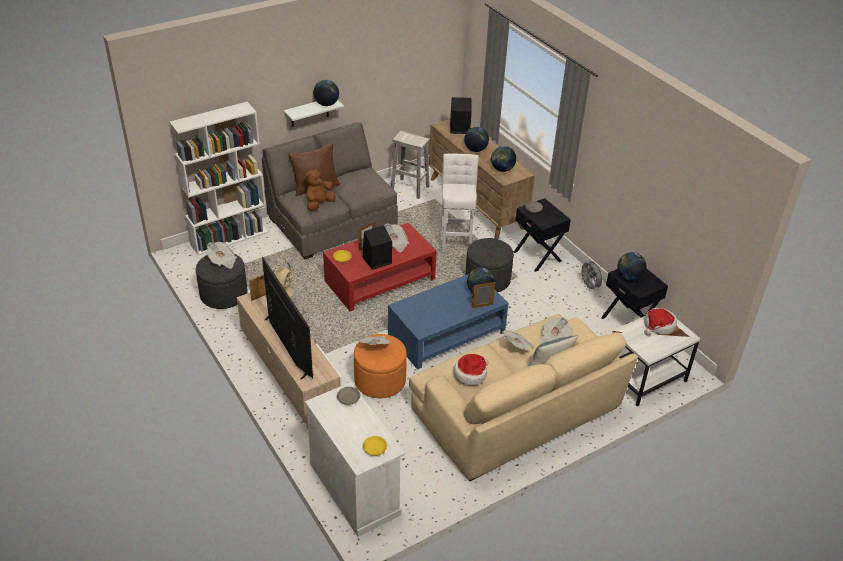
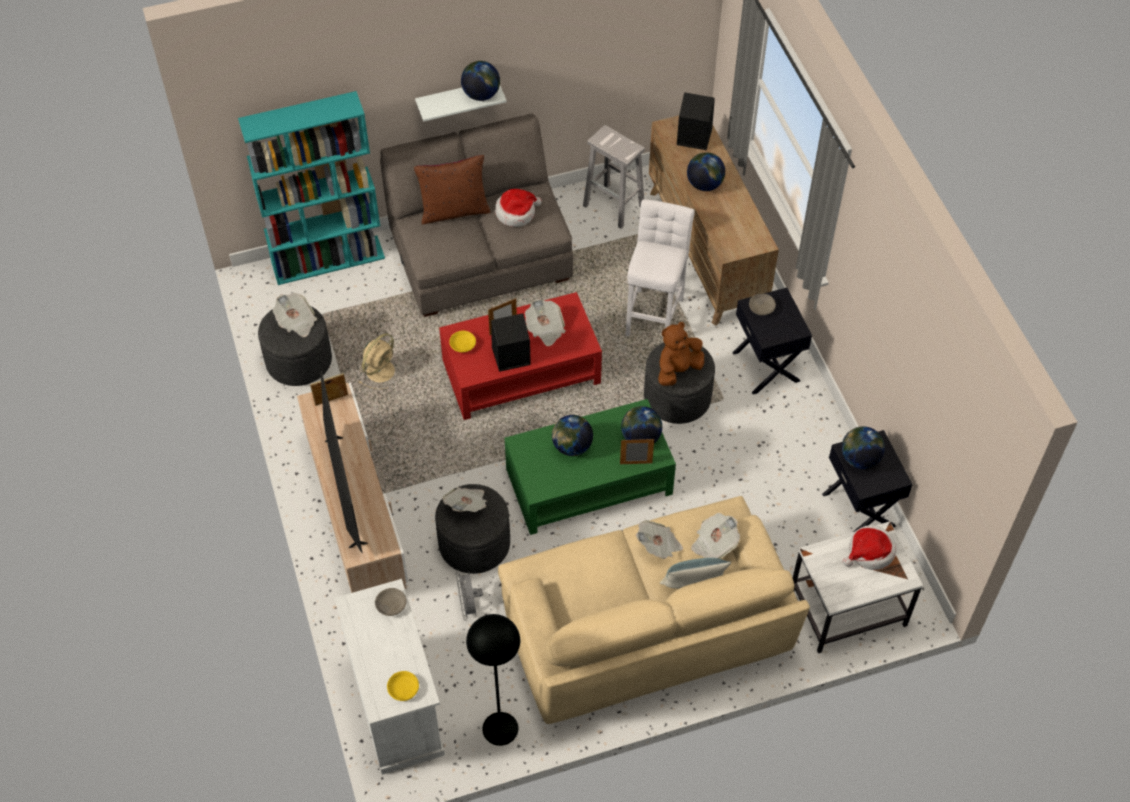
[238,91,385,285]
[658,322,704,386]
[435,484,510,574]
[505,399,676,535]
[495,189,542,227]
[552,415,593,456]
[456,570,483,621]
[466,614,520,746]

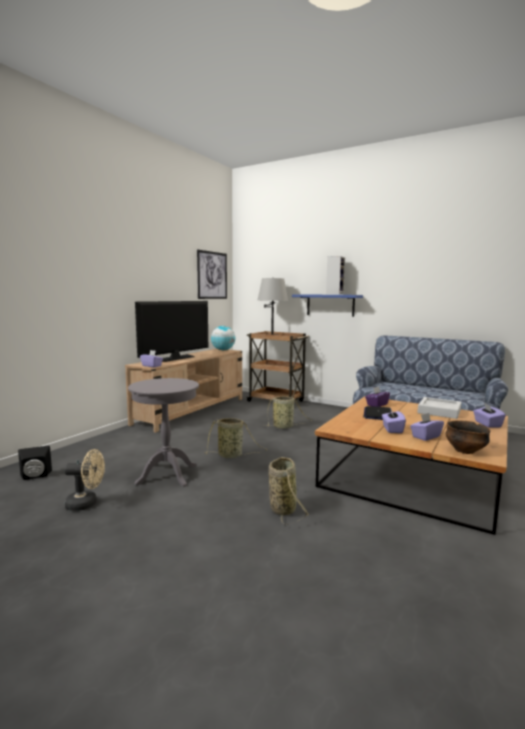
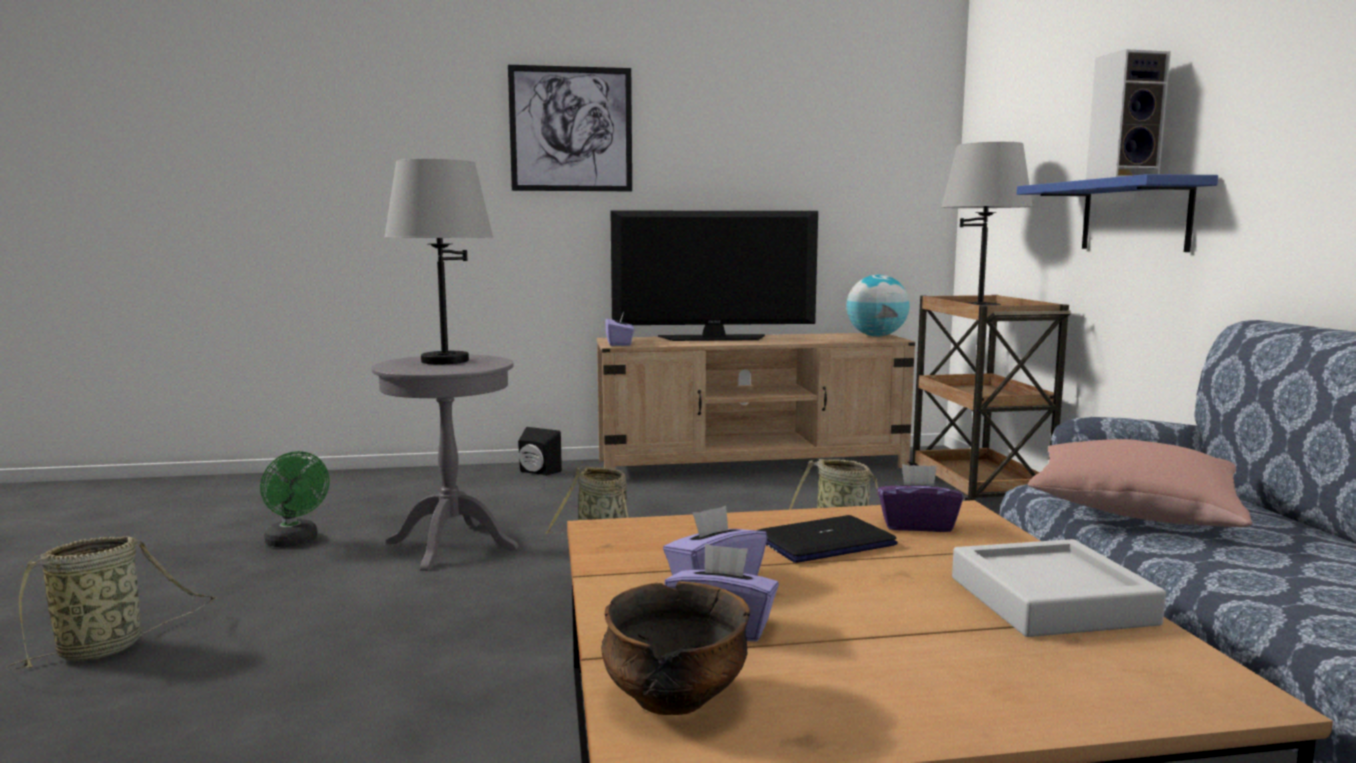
[518,427,562,476]
[260,451,330,547]
[508,65,632,191]
[5,536,216,670]
[473,403,506,428] (first image)
[384,159,493,365]
[1028,439,1252,527]

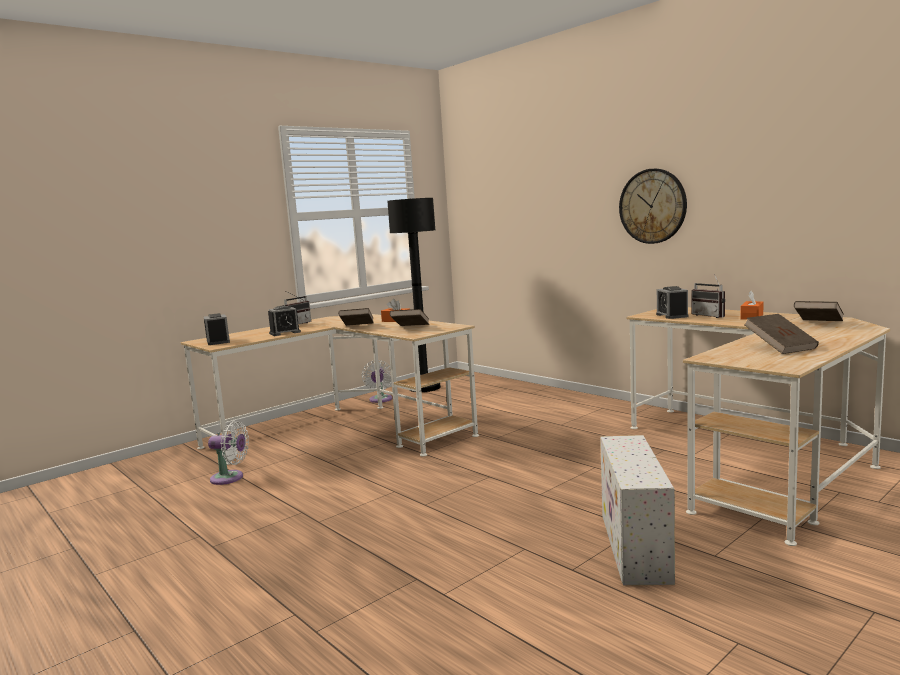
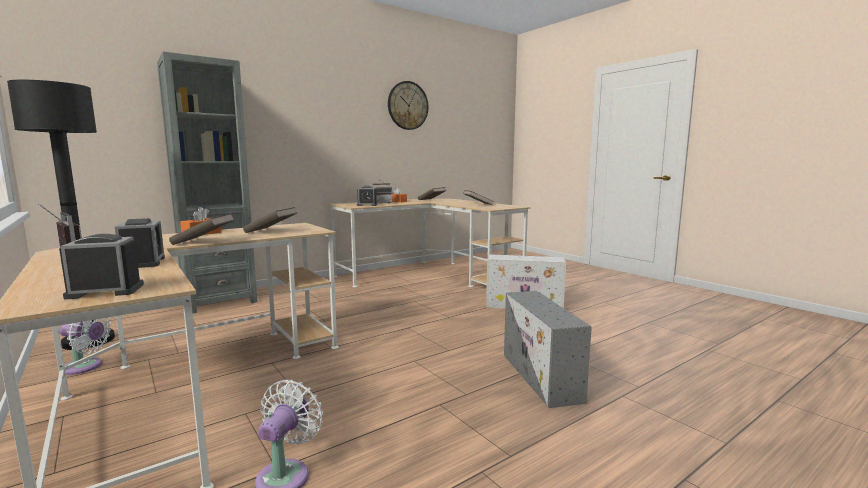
[388,81,428,130]
[157,51,257,313]
[504,291,592,408]

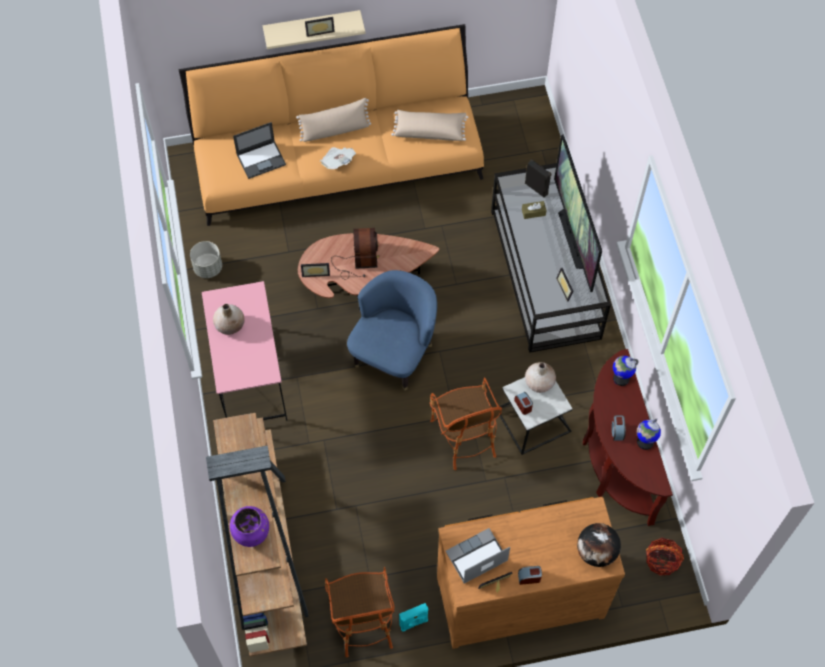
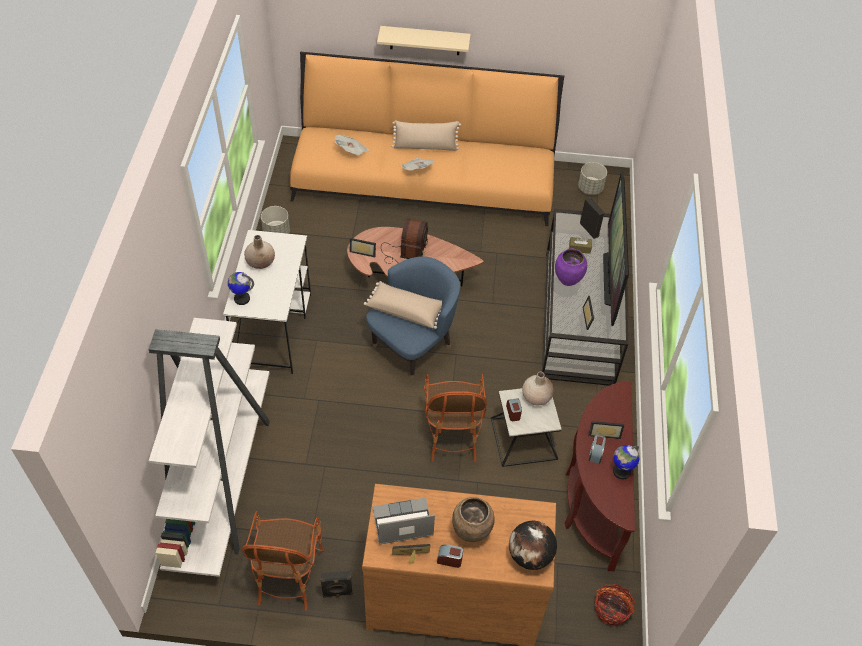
[223,230,311,374]
[148,318,270,577]
[555,248,587,286]
[334,134,370,155]
[589,421,625,439]
[364,281,442,329]
[320,570,353,598]
[228,272,254,305]
[452,497,495,542]
[578,162,607,195]

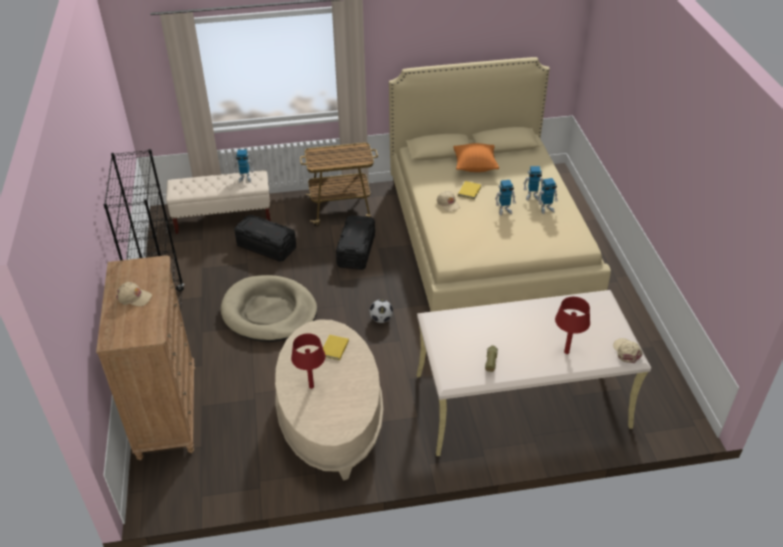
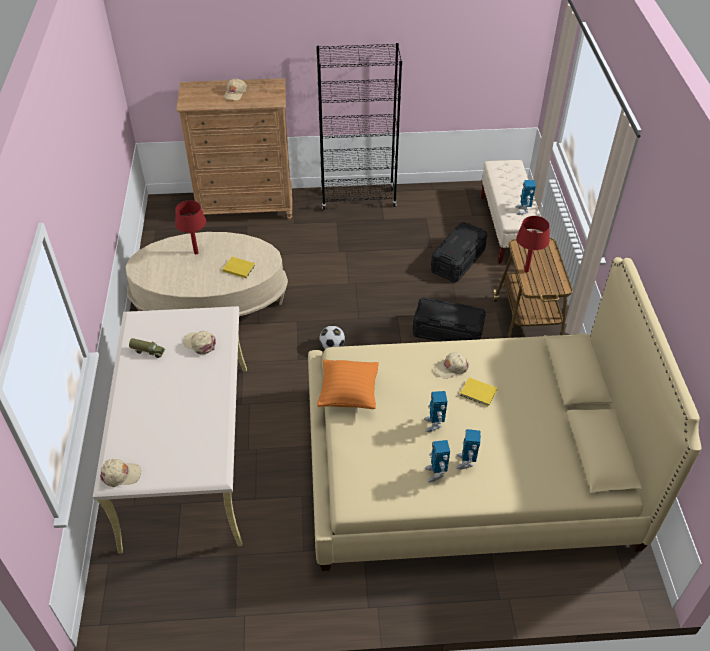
[221,275,317,342] (first image)
[317,359,379,409]
[516,216,550,273]
[183,331,216,354]

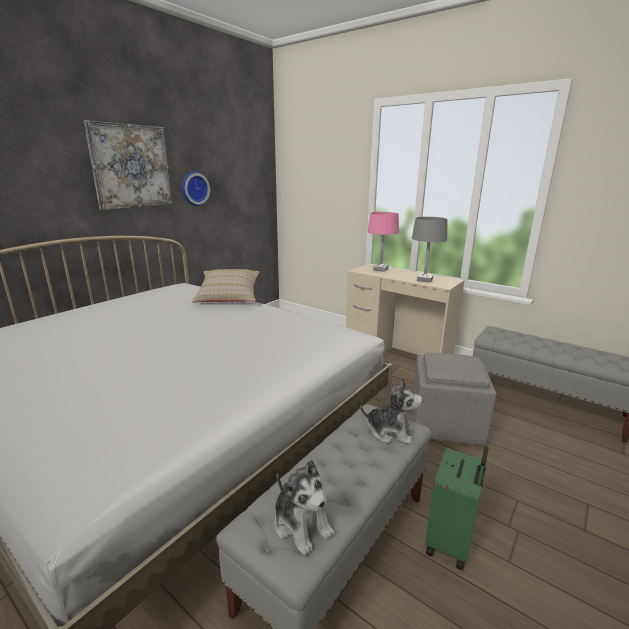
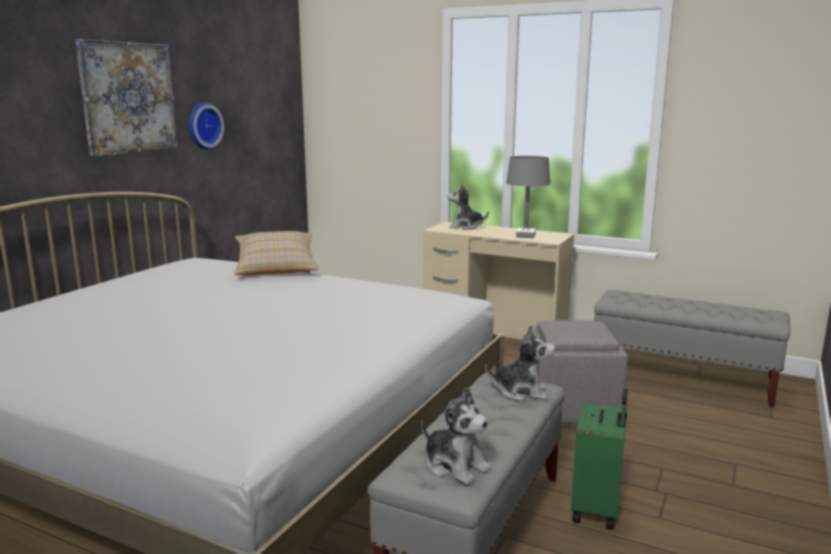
[448,184,489,230]

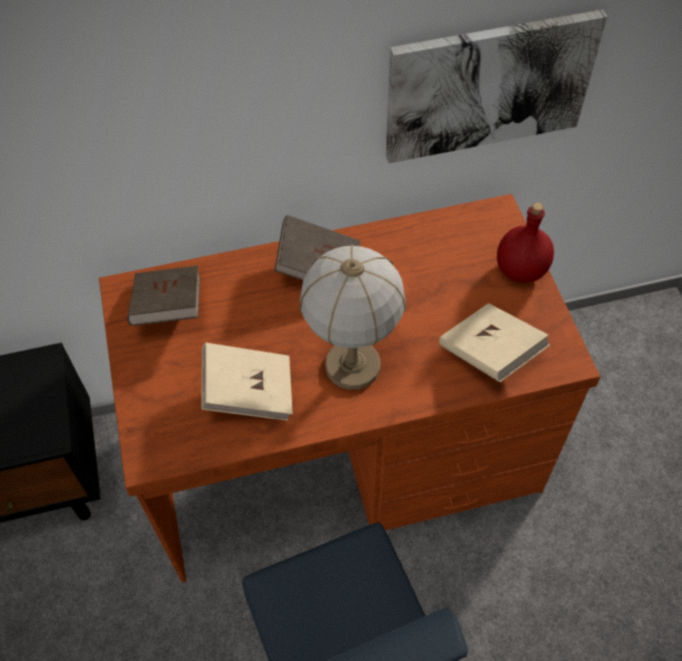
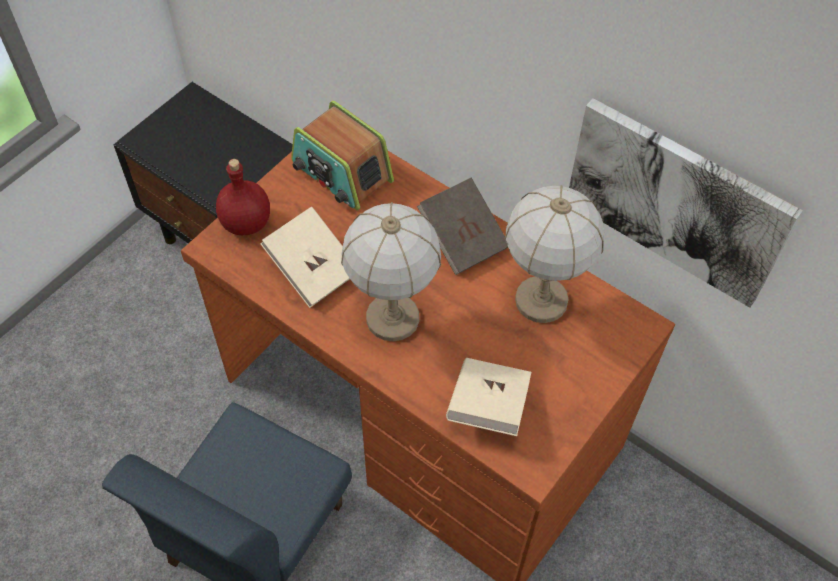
[291,101,394,211]
[216,159,270,235]
[505,185,604,323]

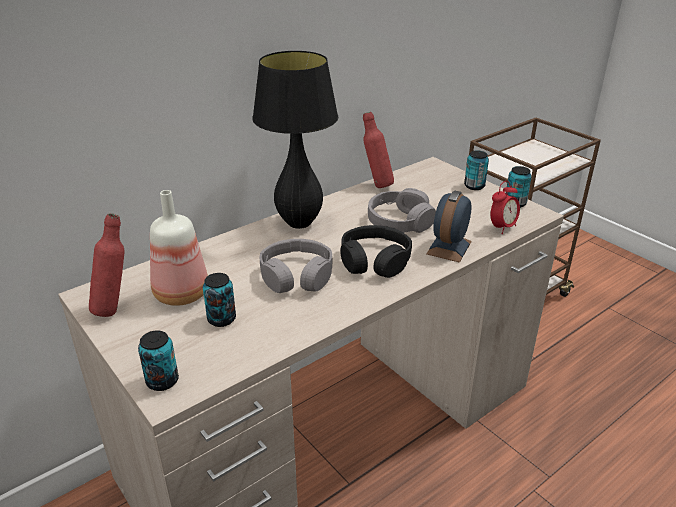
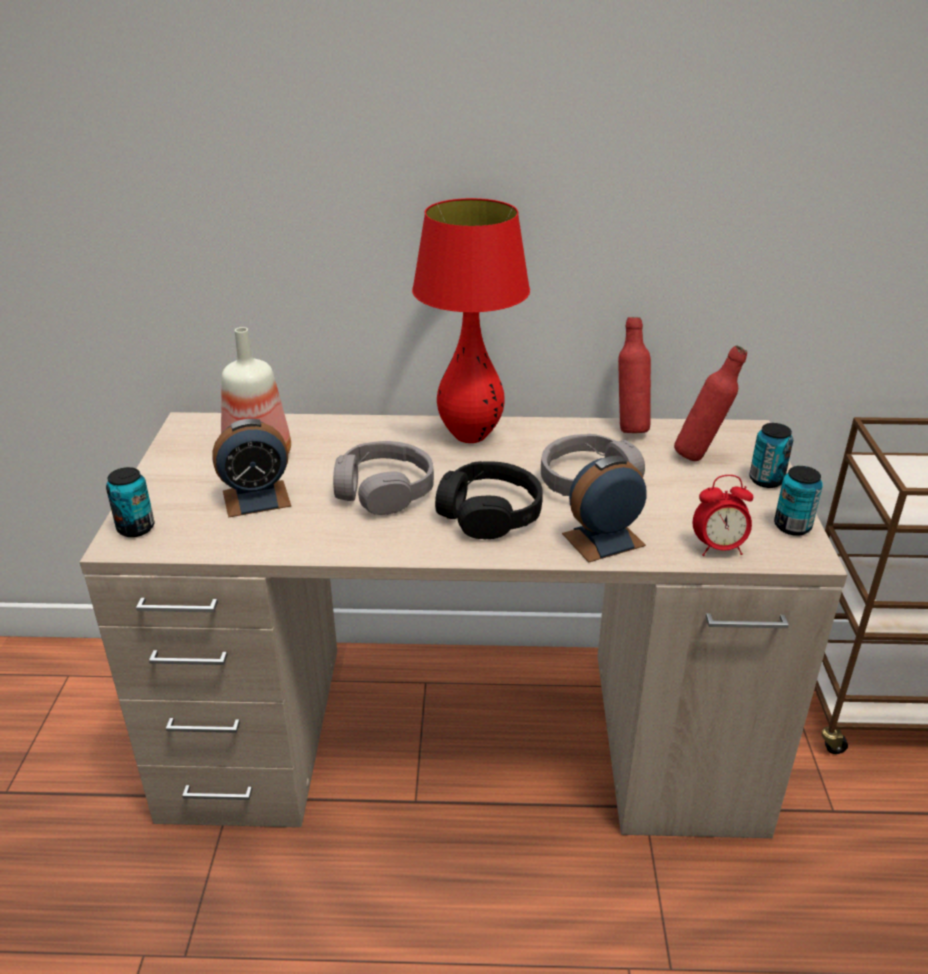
[674,345,747,461]
[212,419,291,518]
[412,198,530,443]

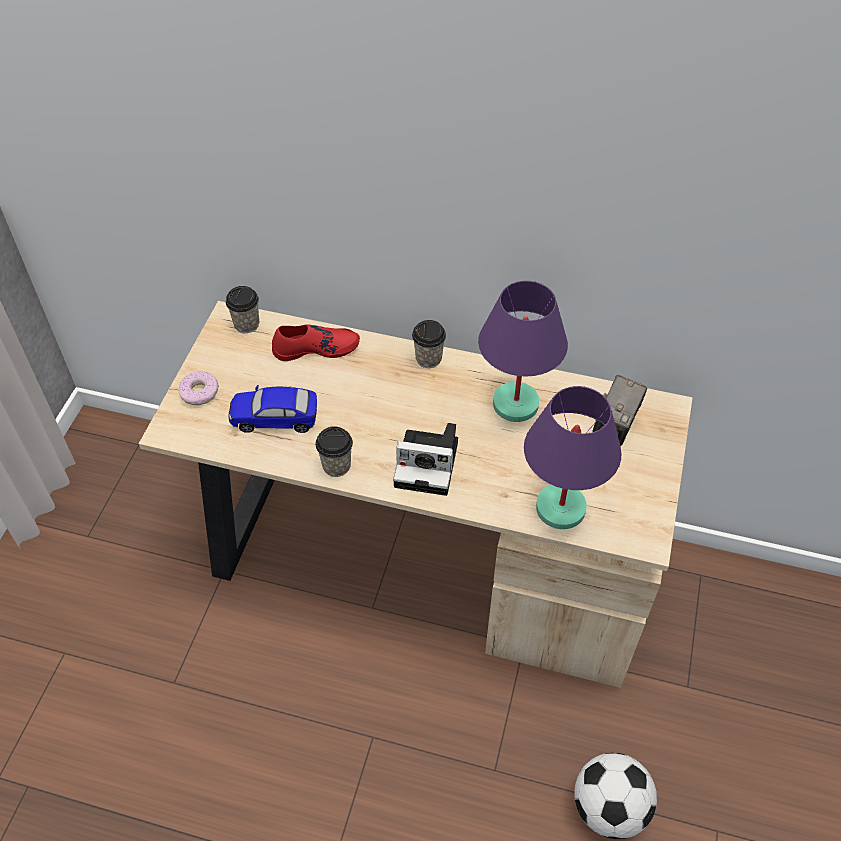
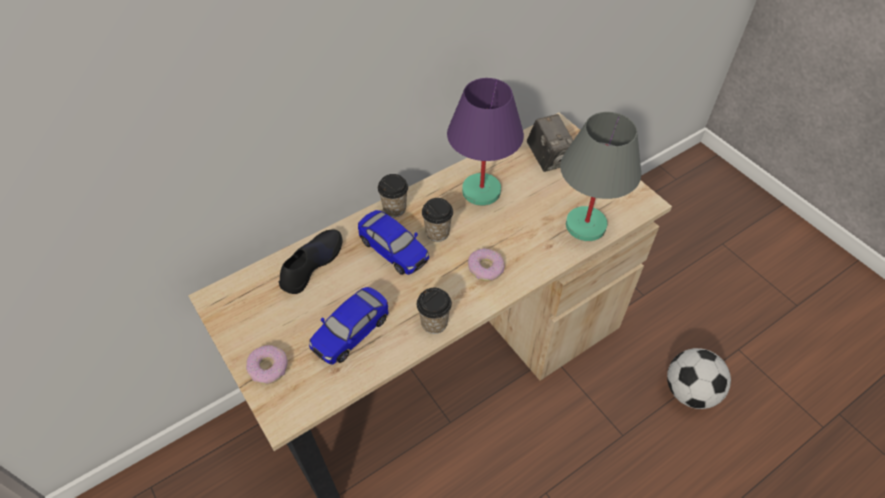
[422,198,453,242]
[279,229,343,294]
[468,248,505,281]
[560,112,641,241]
[358,210,429,275]

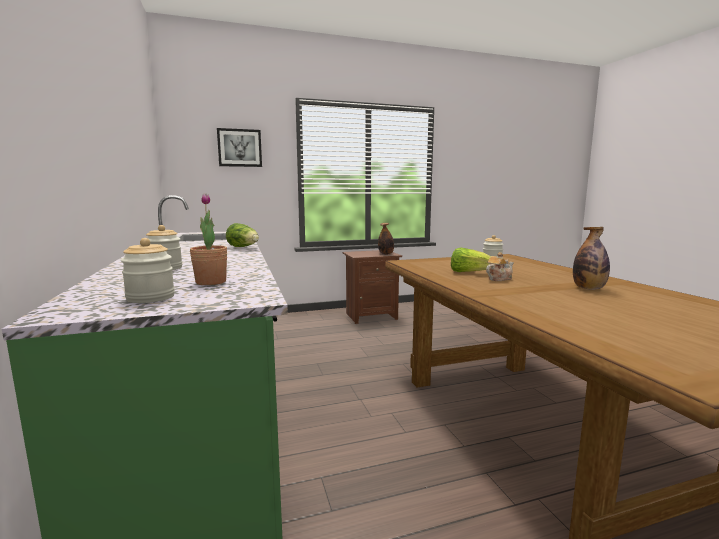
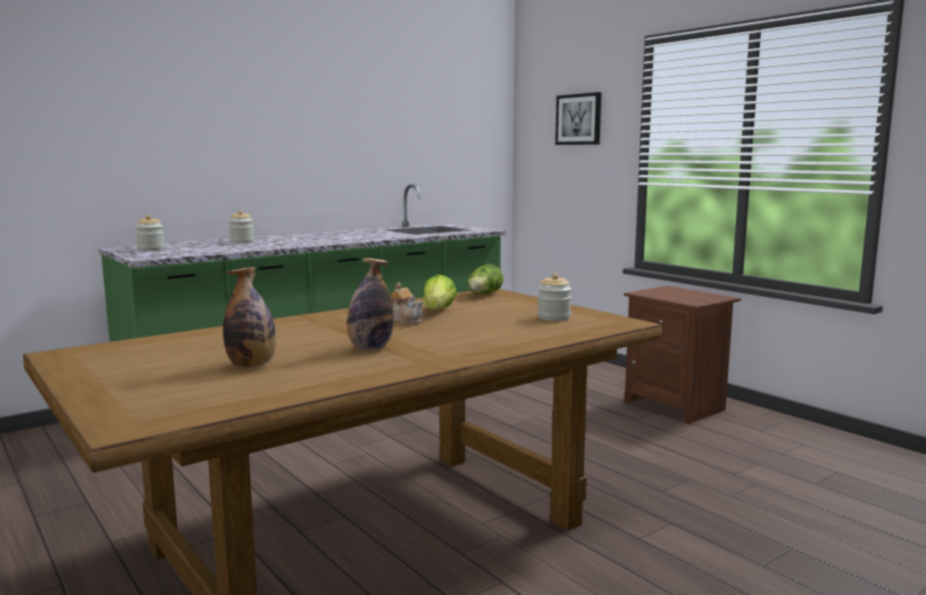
[190,193,227,285] (first image)
[468,264,503,294]
[223,267,276,367]

